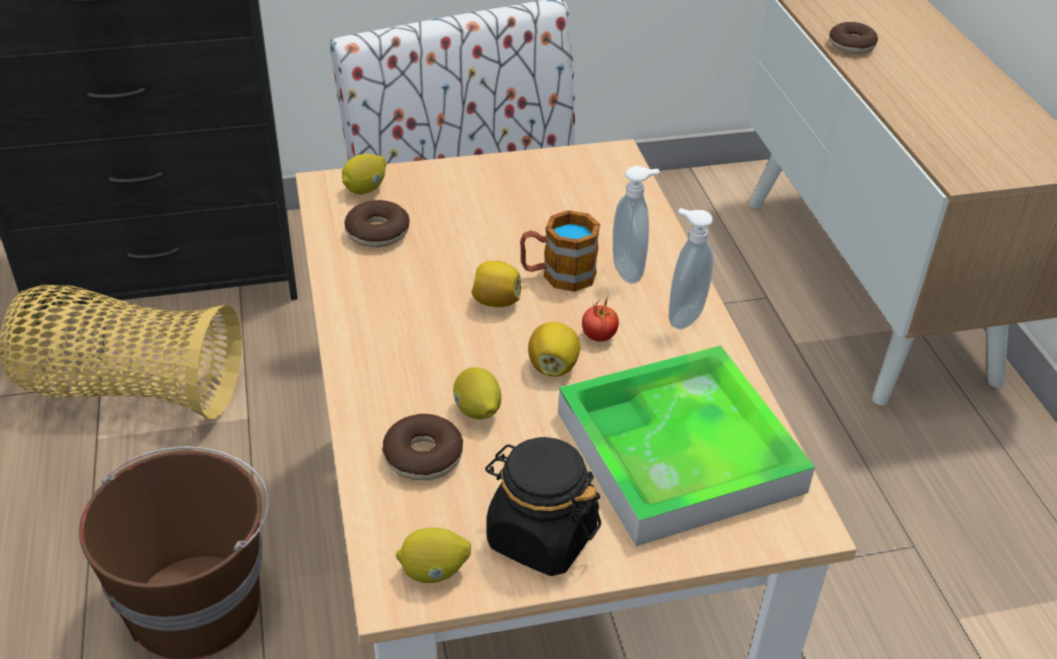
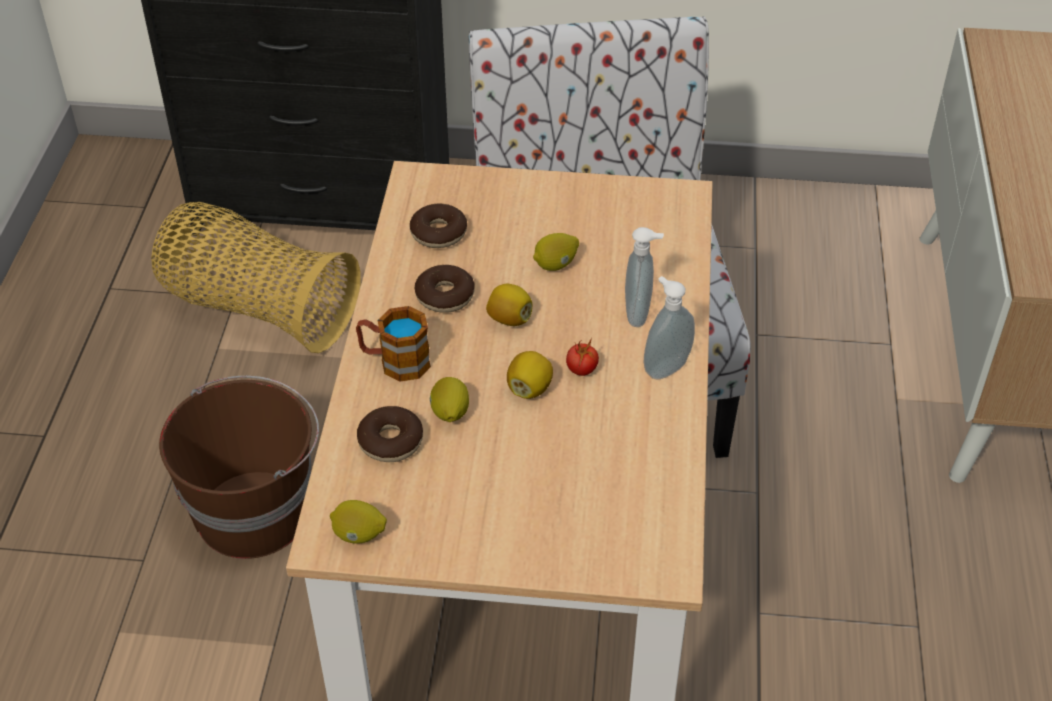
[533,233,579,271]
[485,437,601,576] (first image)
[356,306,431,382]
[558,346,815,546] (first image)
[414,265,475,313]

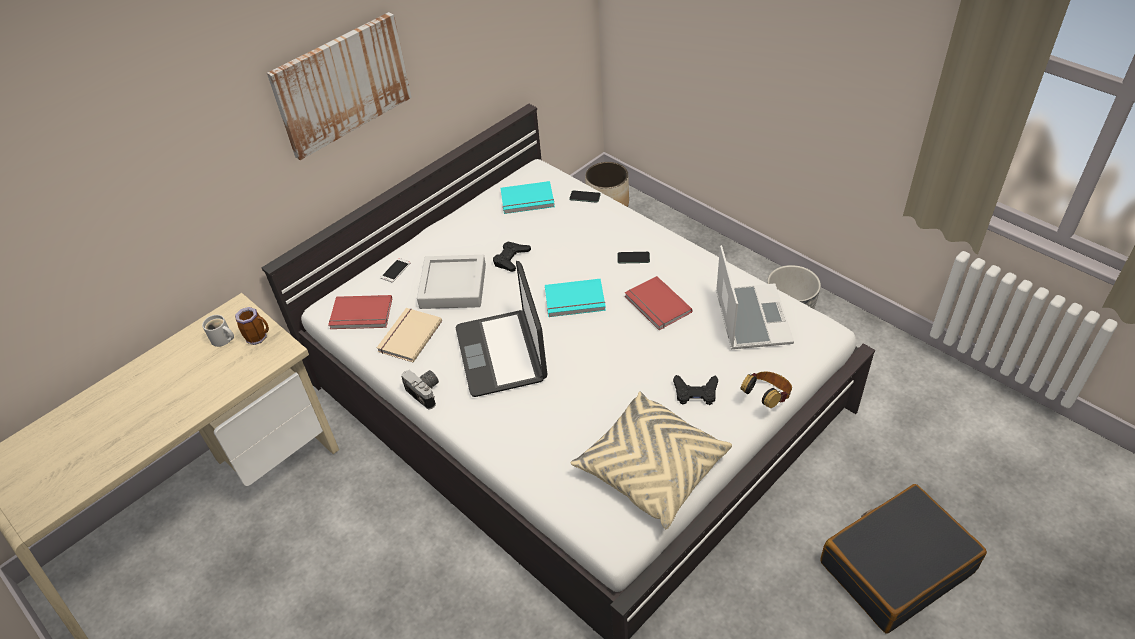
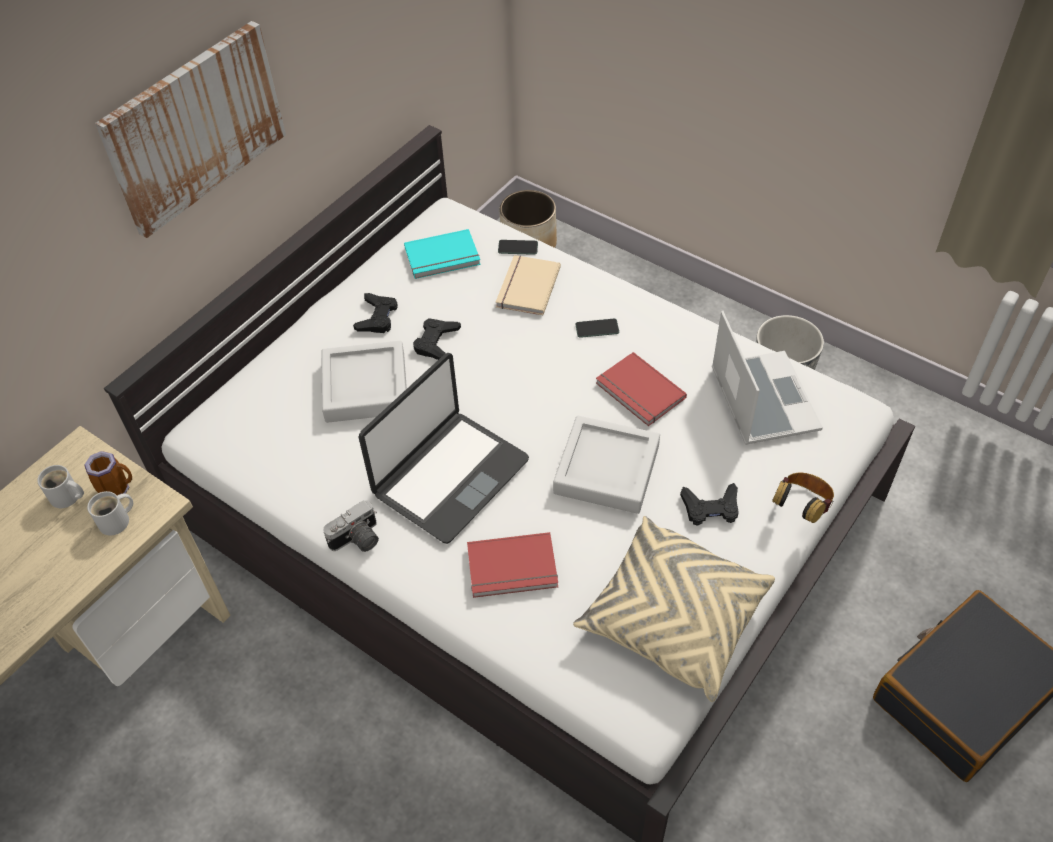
[467,532,558,598]
[496,255,561,315]
[381,258,410,282] (first image)
[323,500,379,552]
[358,353,529,544]
[545,279,606,317] (first image)
[87,491,133,536]
[353,293,398,333]
[553,416,660,514]

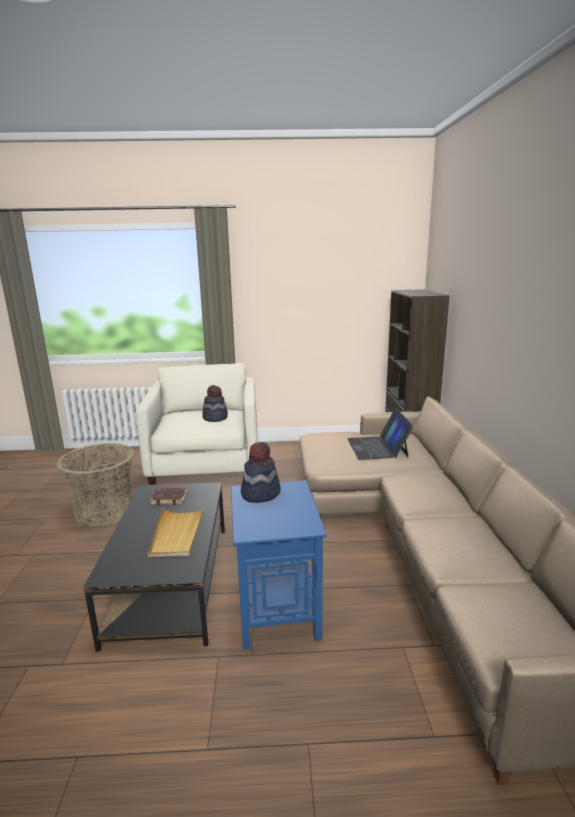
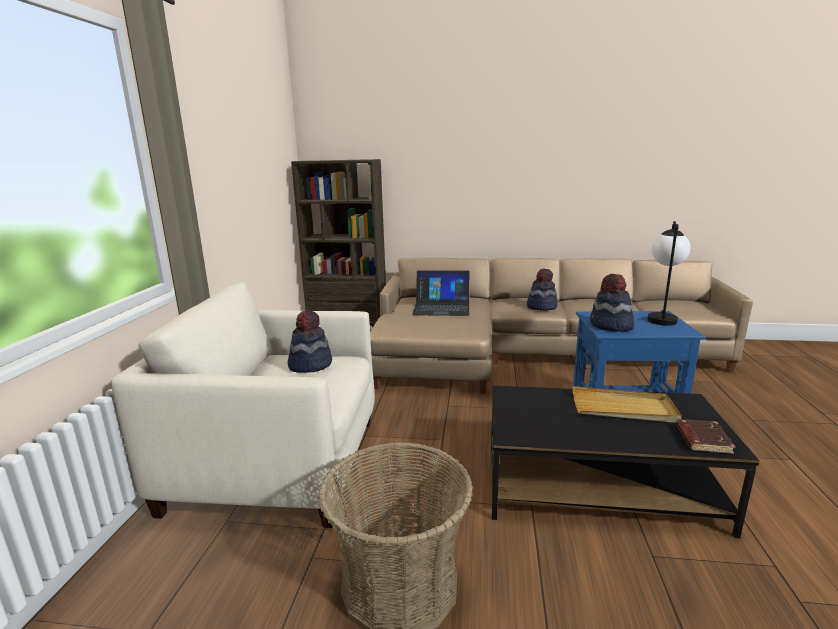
[676,419,735,454]
[527,269,558,311]
[647,221,690,326]

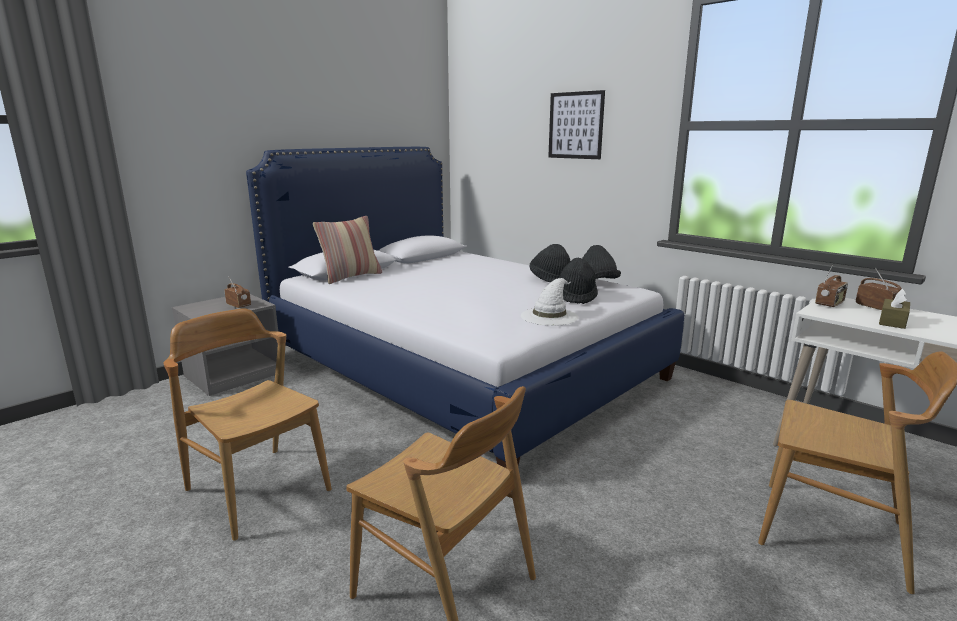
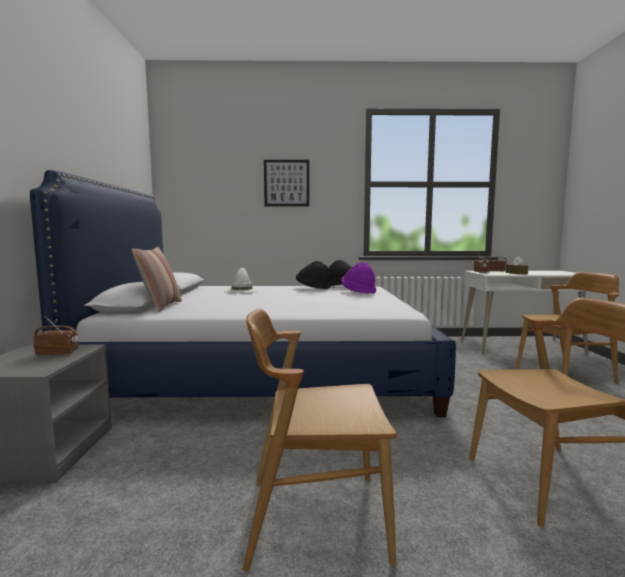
[224,268,260,294]
[341,262,376,294]

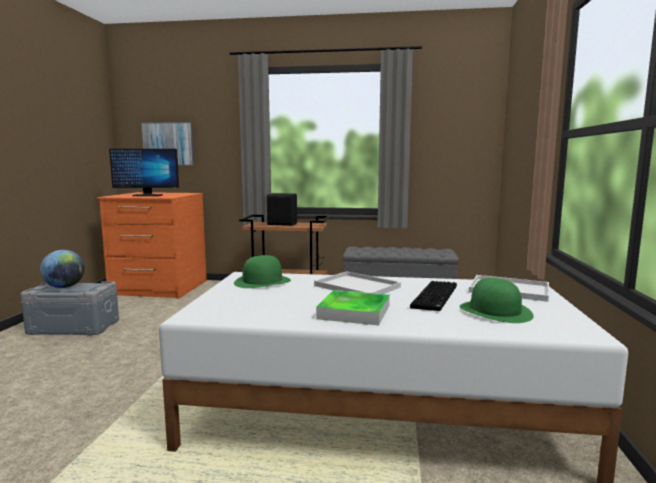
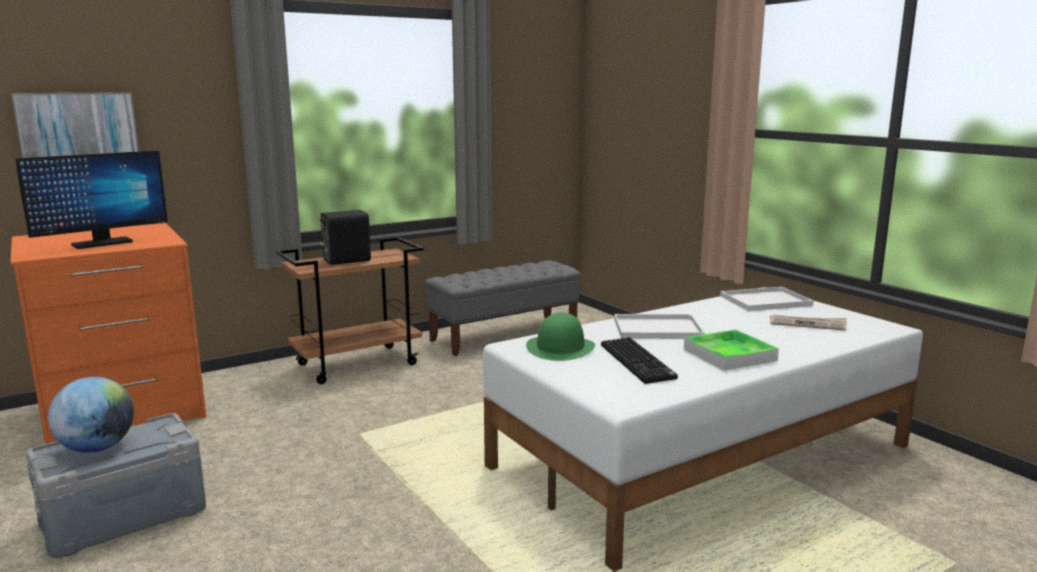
[601,337,678,384]
[770,315,847,330]

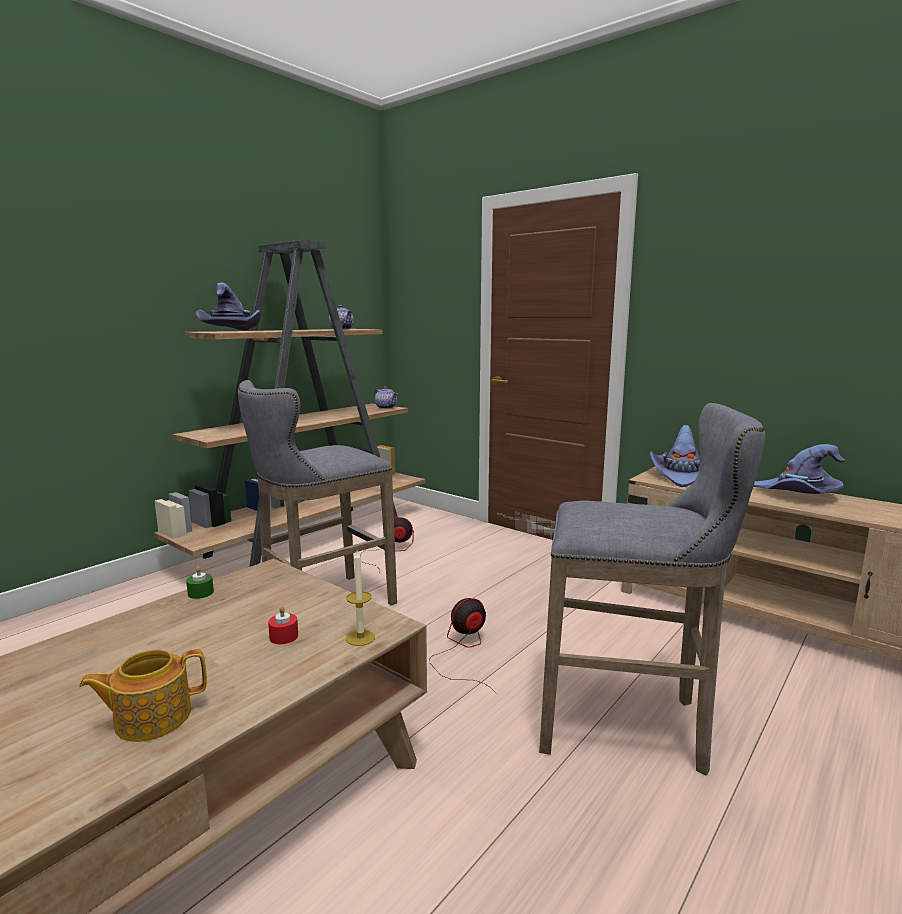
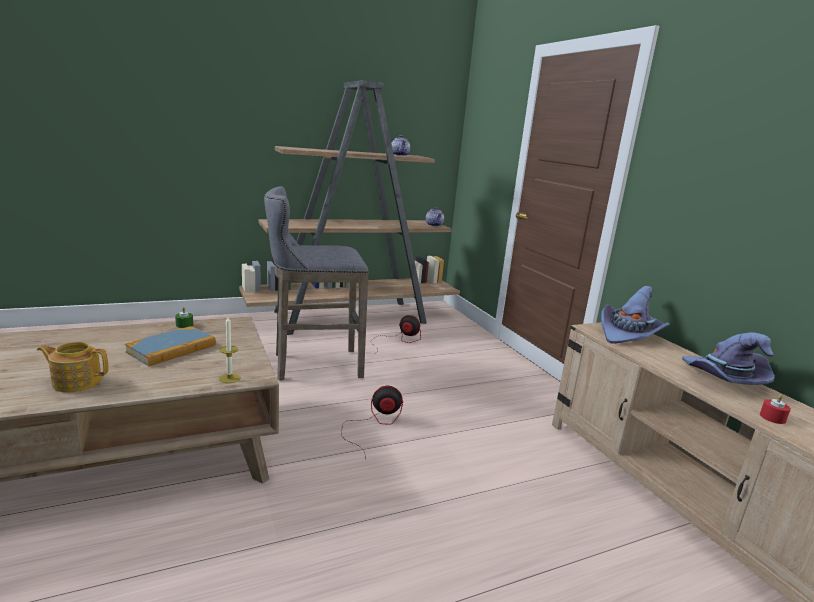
[196,282,261,331] (first image)
[760,394,791,424]
[539,403,765,775] (first image)
[125,326,216,366]

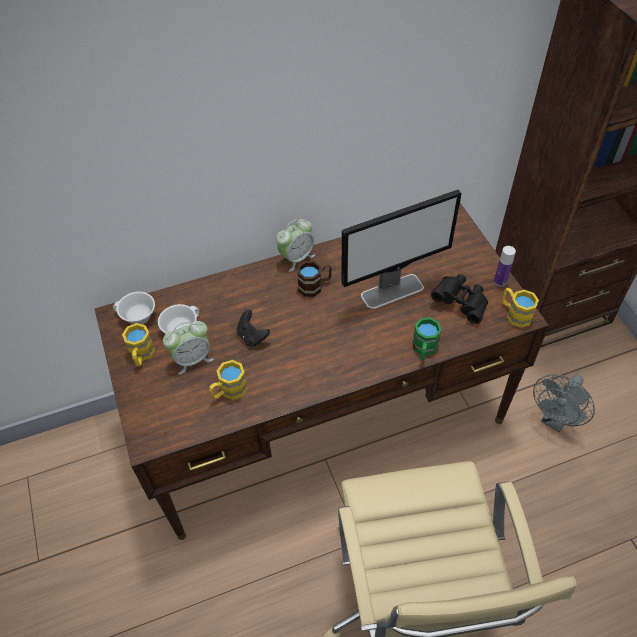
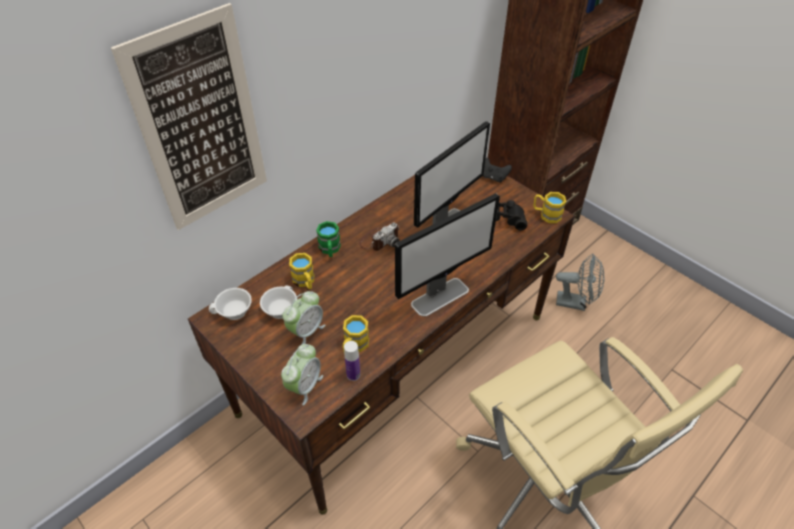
[289,253,314,289]
[483,158,512,183]
[281,344,323,405]
[359,222,399,251]
[316,221,341,257]
[344,341,360,381]
[556,254,604,311]
[111,3,267,230]
[395,193,500,317]

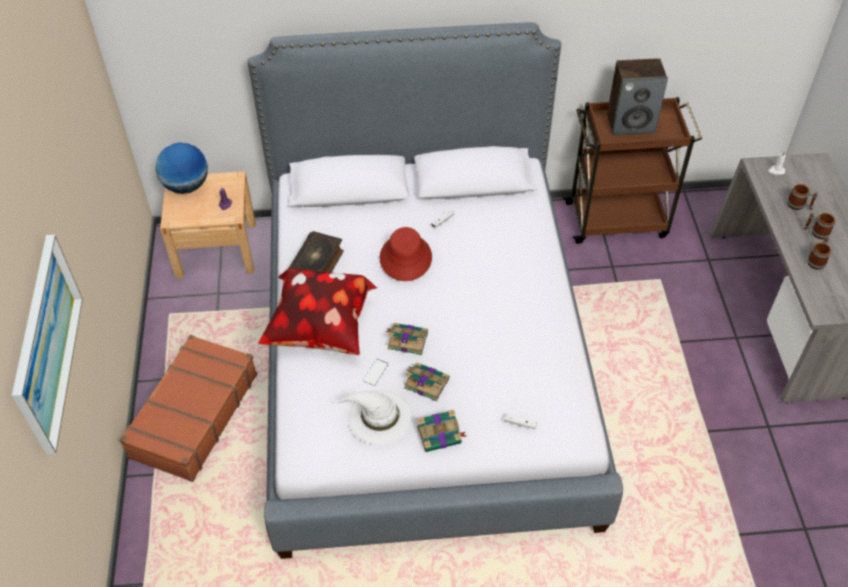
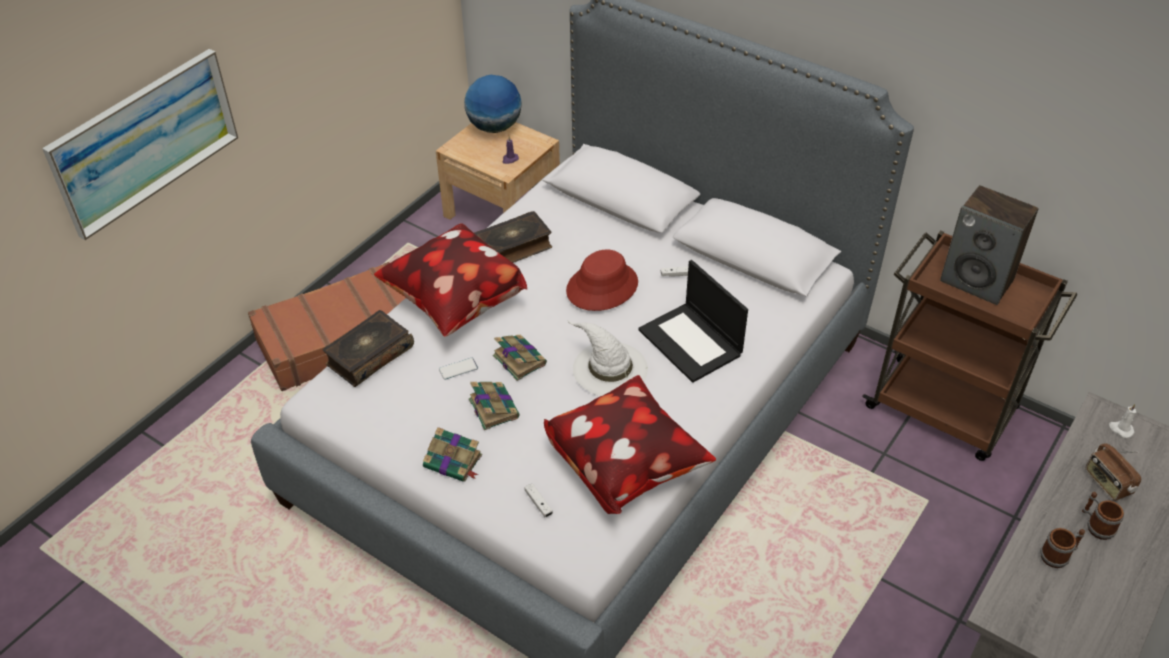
[567,320,648,396]
[1086,443,1141,501]
[322,310,414,387]
[544,375,716,514]
[638,260,748,383]

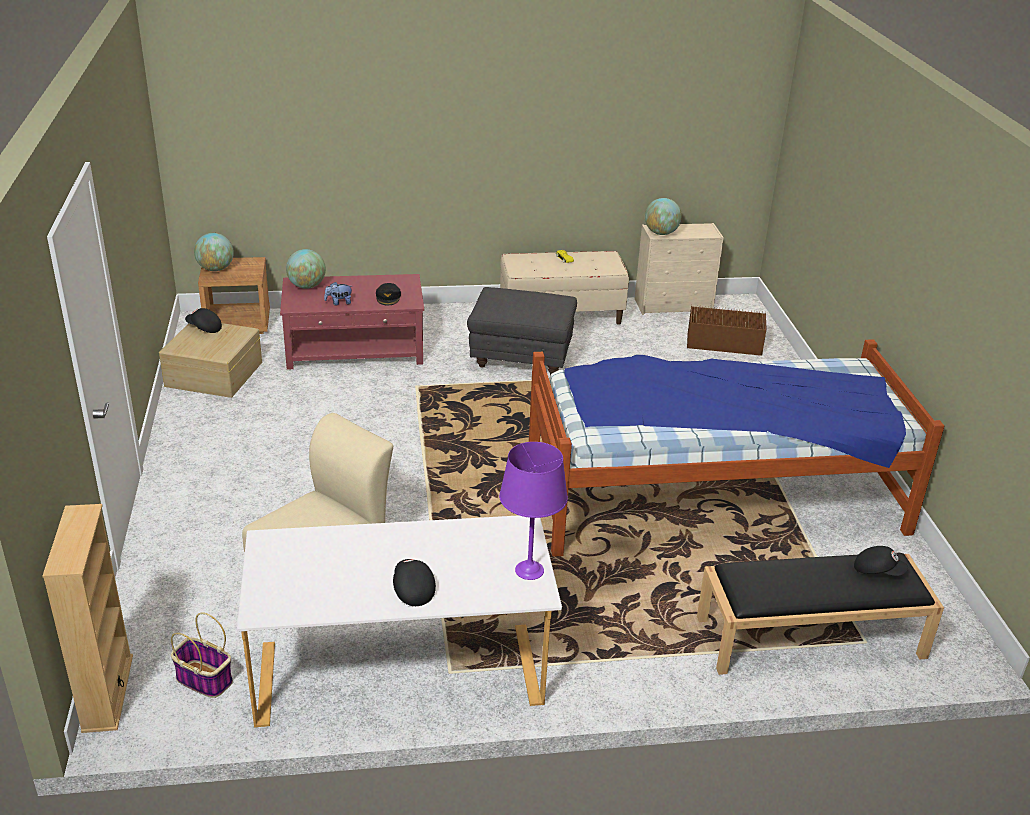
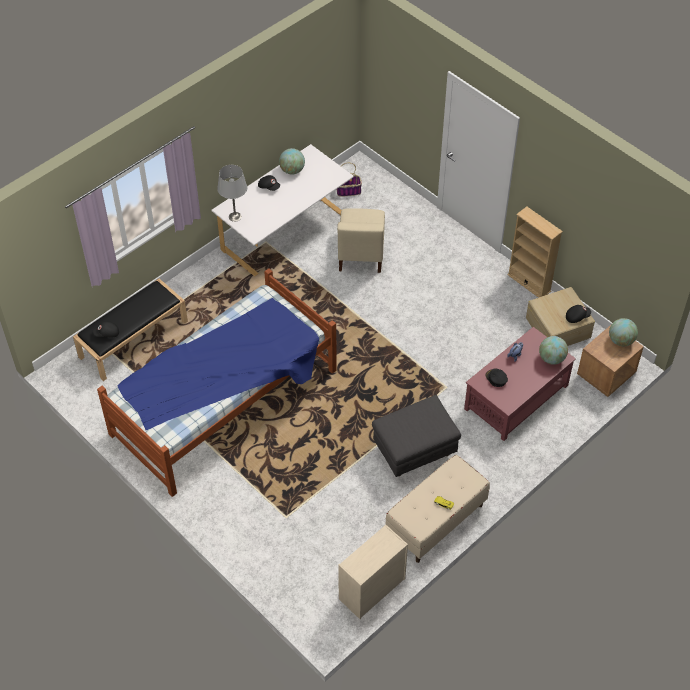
[507,207,563,298]
[217,165,247,222]
[279,148,305,175]
[687,304,767,356] (first image)

